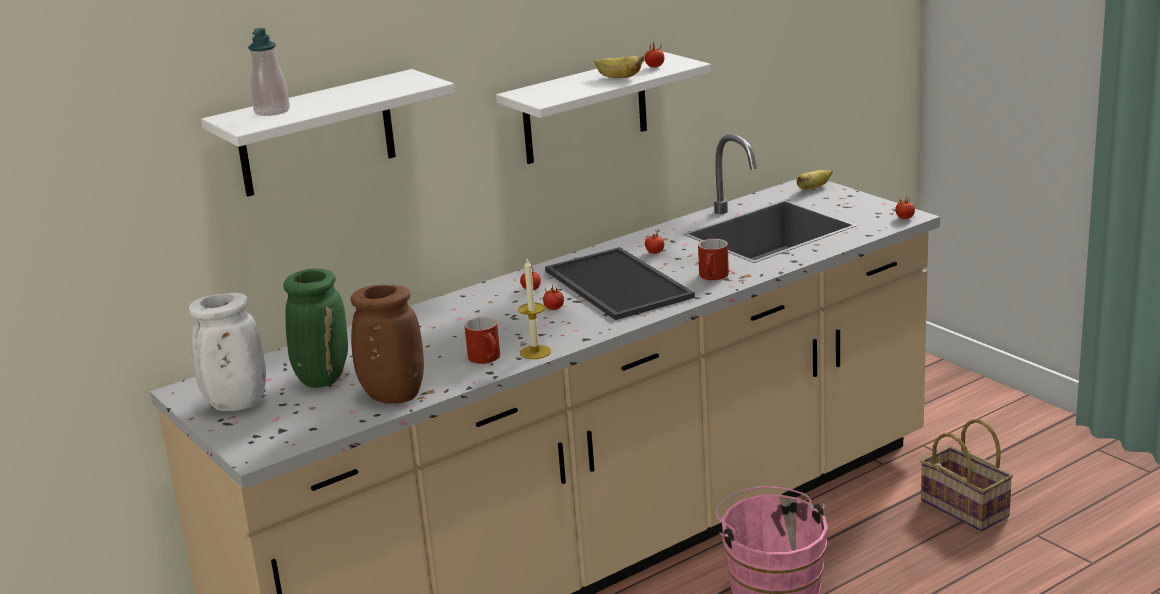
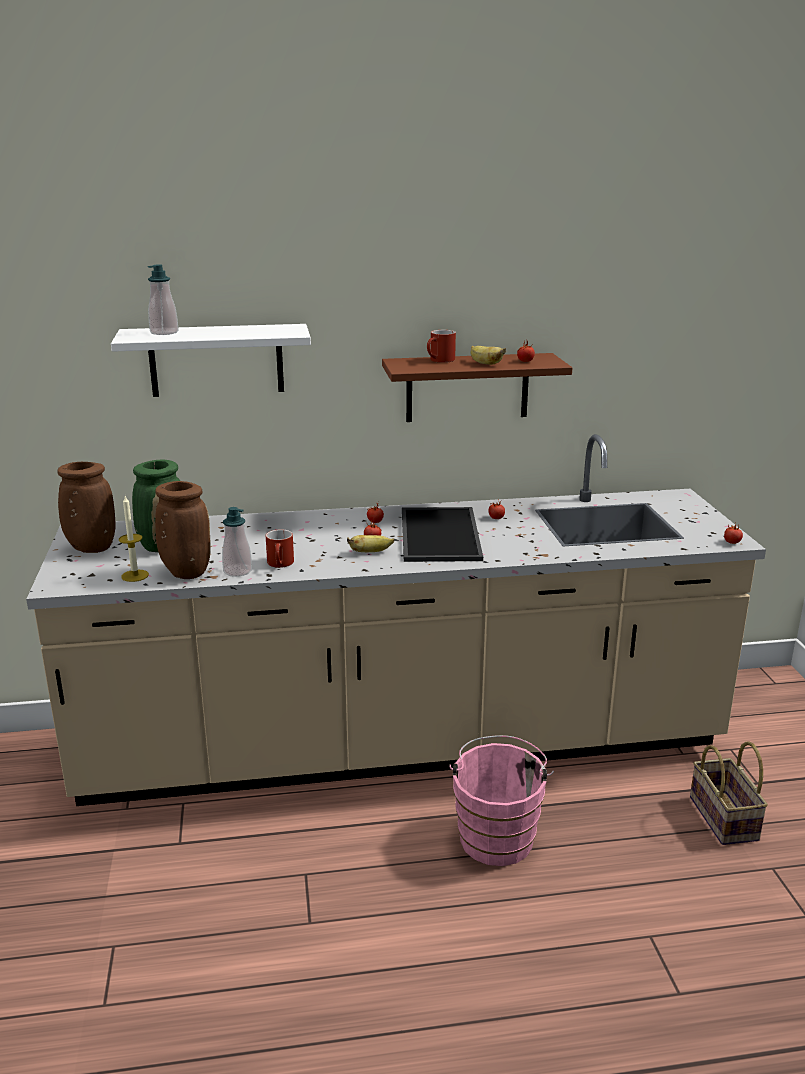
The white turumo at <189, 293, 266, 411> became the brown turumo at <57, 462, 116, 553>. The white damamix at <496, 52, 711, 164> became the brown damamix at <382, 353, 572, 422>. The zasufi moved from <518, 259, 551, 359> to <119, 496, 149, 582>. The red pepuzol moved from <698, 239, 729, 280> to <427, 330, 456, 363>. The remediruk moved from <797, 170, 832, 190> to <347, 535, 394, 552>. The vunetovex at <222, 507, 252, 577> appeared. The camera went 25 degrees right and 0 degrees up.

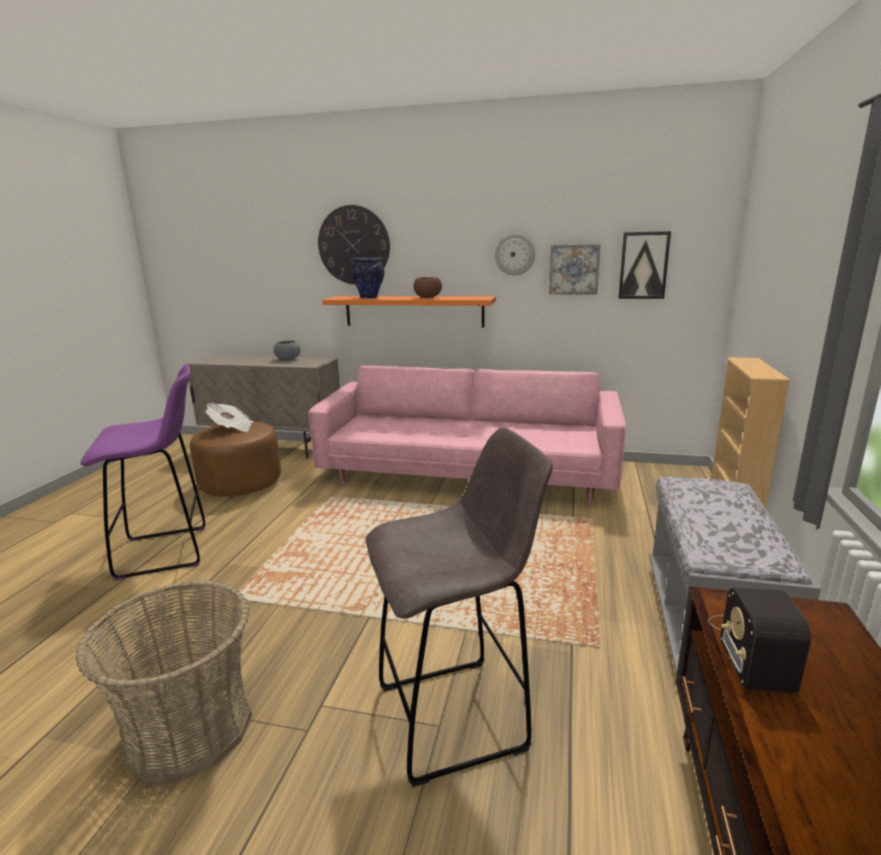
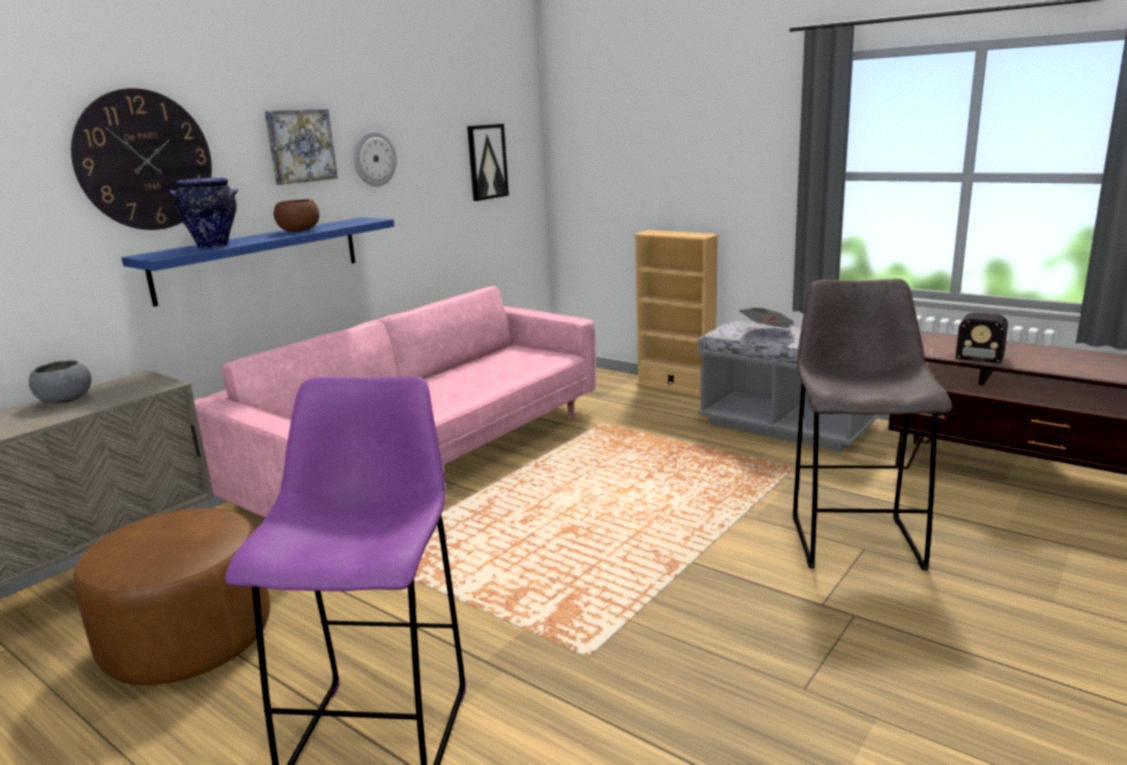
The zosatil at <76, 580, 252, 782> disappeared. The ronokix moved from <205, 403, 253, 432> to <739, 308, 795, 328>. The orange damamix at <322, 296, 496, 328> became the blue damamix at <122, 217, 394, 307>. The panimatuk moved from <549, 244, 600, 295> to <265, 109, 338, 185>. The camera went 65 degrees left and 0 degrees up.

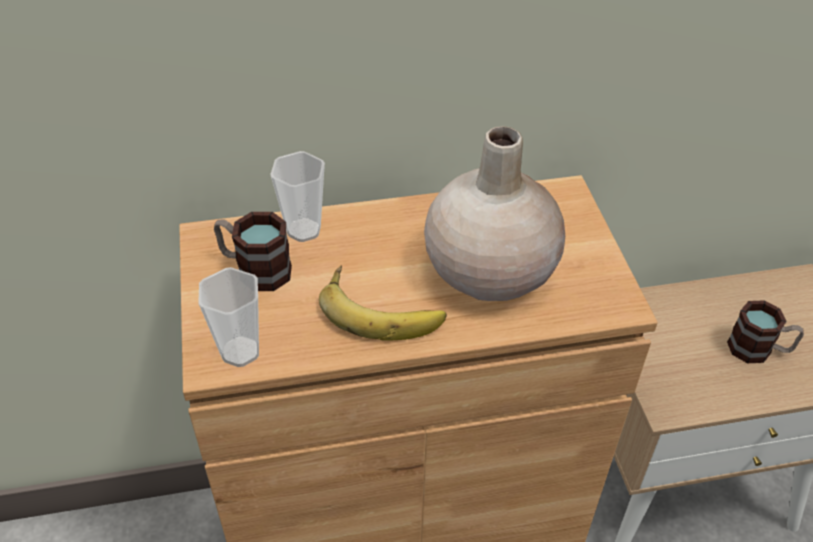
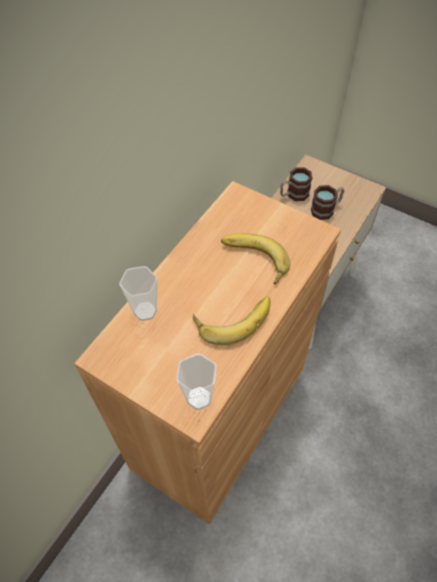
The pepuzol moved from <214, 212, 292, 291> to <280, 167, 312, 201>. The beige turumo at <424, 126, 565, 301> was replaced by the remediruk at <221, 233, 290, 284>. The camera went 45 degrees left and 10 degrees up.

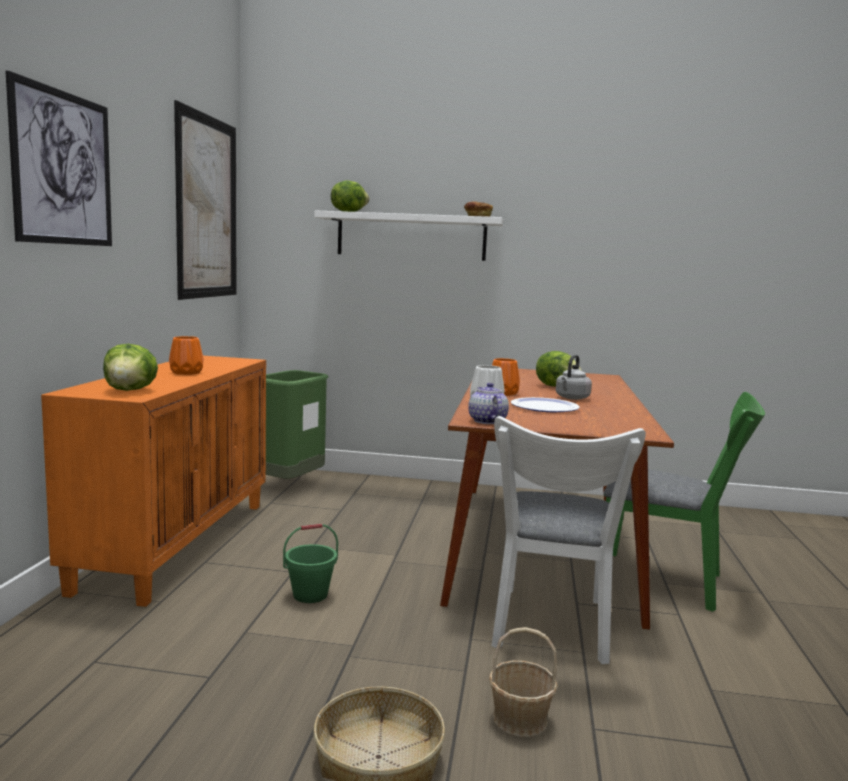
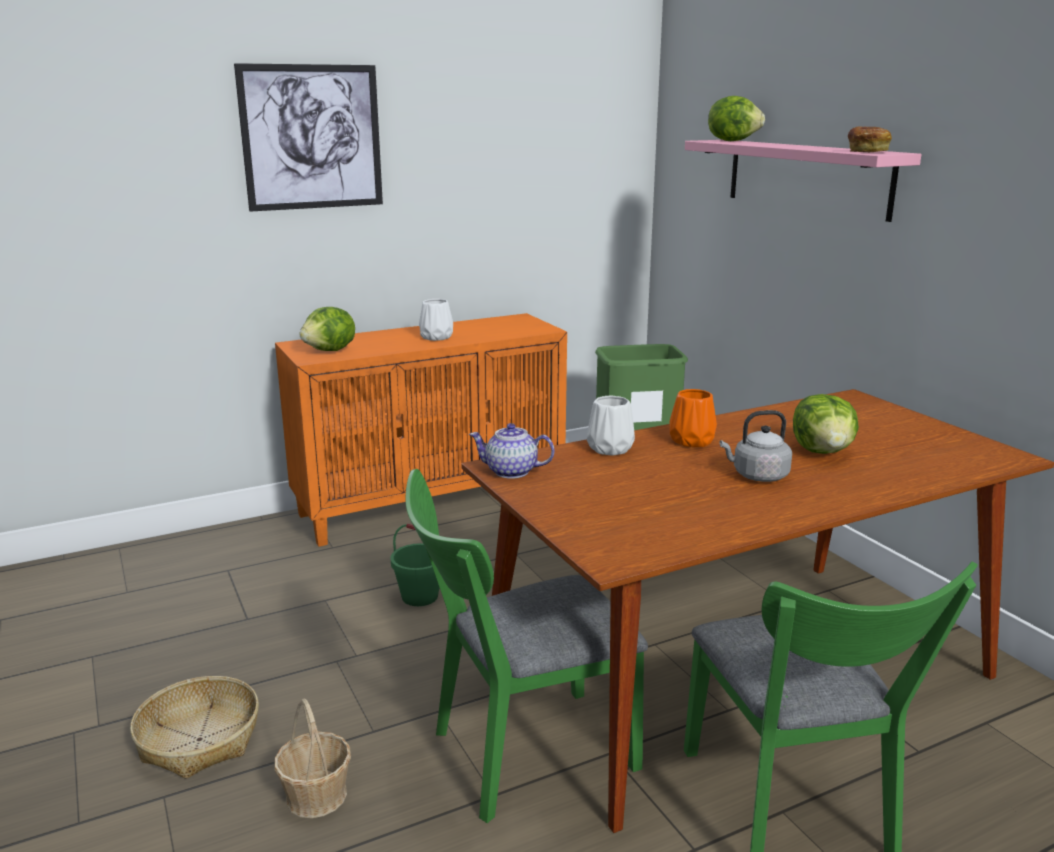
The orange turumo at <169, 336, 204, 375> became the white turumo at <419, 299, 453, 341>. The panimatuk at <174, 100, 236, 300> disappeared. The white damamix at <314, 210, 503, 261> became the pink damamix at <685, 140, 922, 222>. The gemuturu at <468, 383, 509, 424> turned 120 degrees counterclockwise. The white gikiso at <491, 416, 646, 664> became the green gikiso at <406, 469, 648, 823>. The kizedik at <511, 397, 580, 412> disappeared. The camera went 55 degrees right and 10 degrees up.

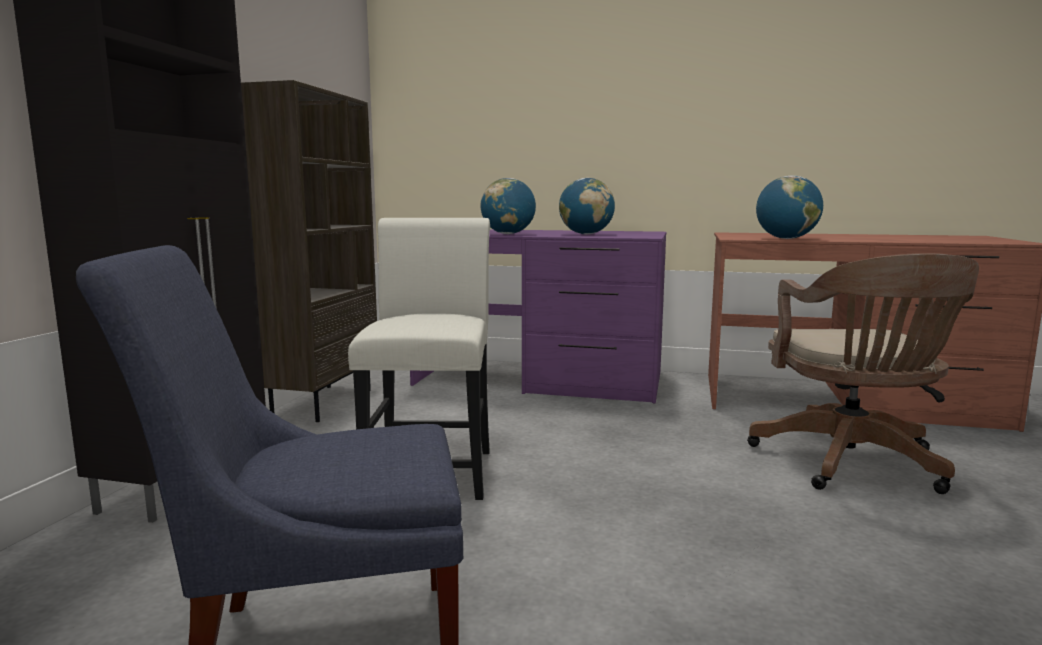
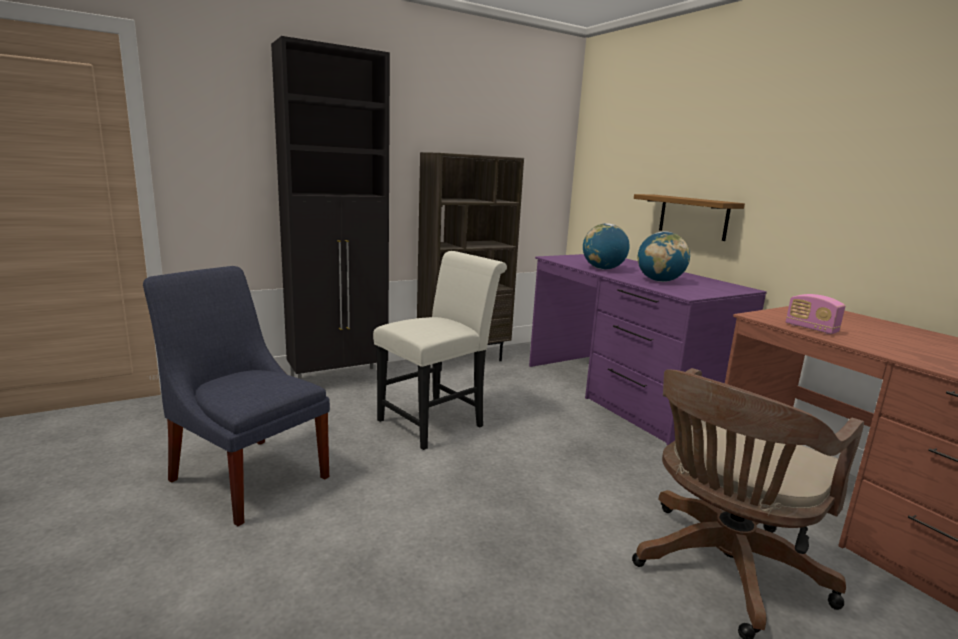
The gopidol at <756, 176, 823, 239> was replaced by the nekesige at <786, 294, 845, 334>. The damamix at <634, 194, 745, 241> appeared. The camera went 45 degrees right and 5 degrees up.

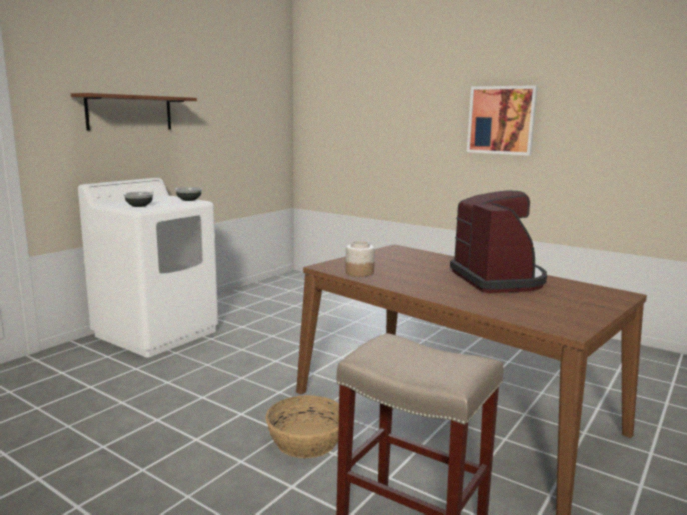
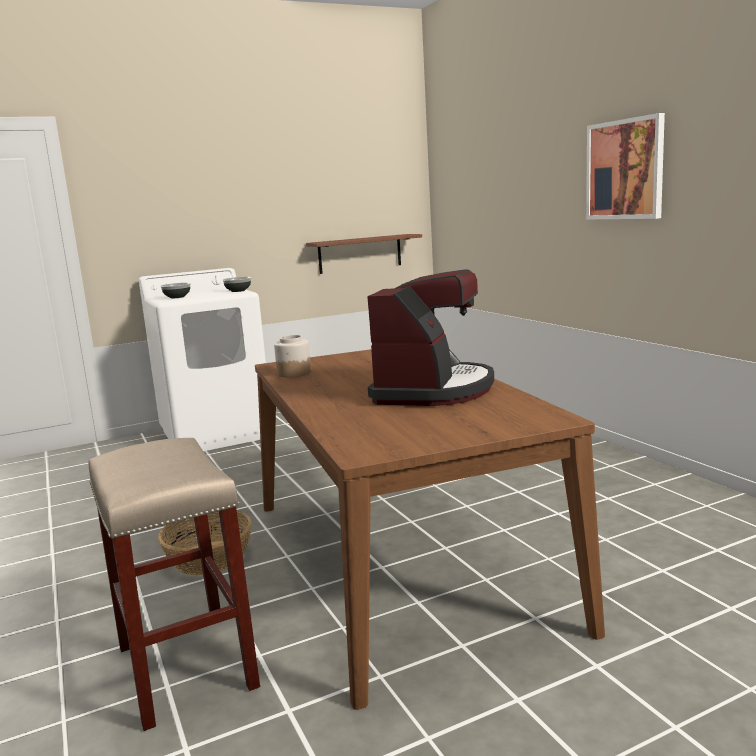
The brown damamix moved from <71, 93, 197, 130> to <306, 234, 422, 274>. The camera went 30 degrees right and 0 degrees up.

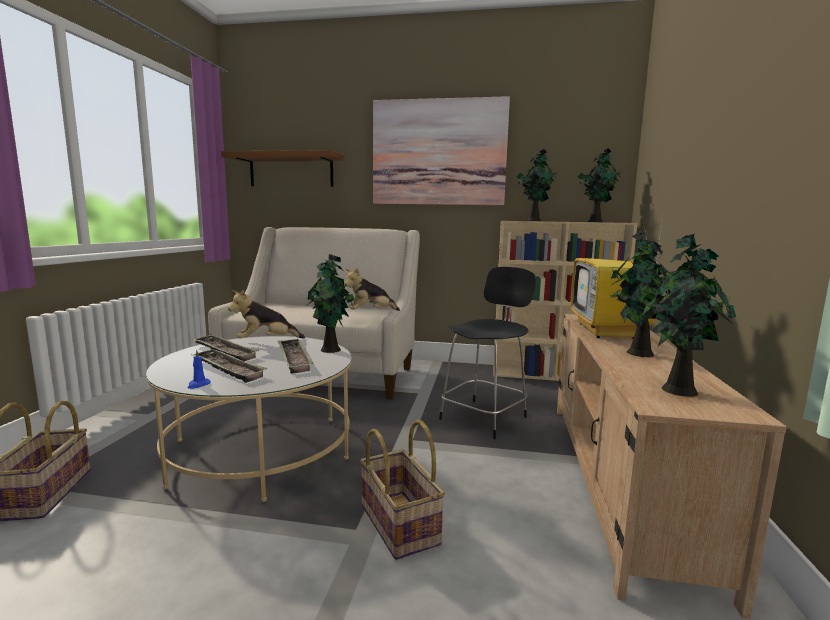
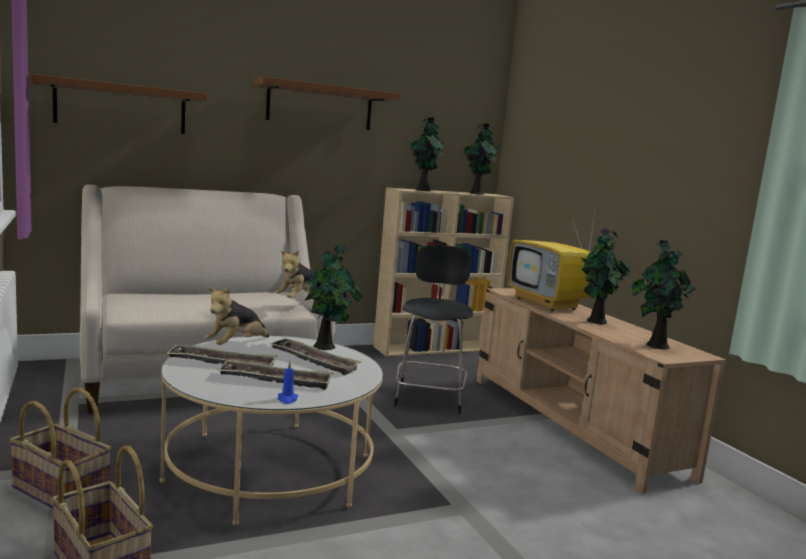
The zosatil moved from <360, 420, 445, 560> to <9, 387, 112, 509>. The panimatuk at <373, 96, 510, 205> was replaced by the brown damamix at <253, 76, 400, 130>. The camera went 35 degrees left and 0 degrees up.

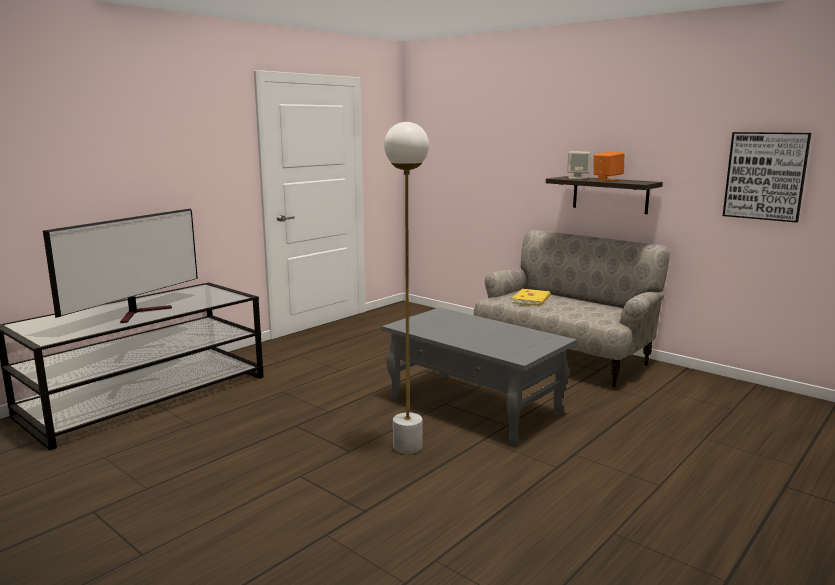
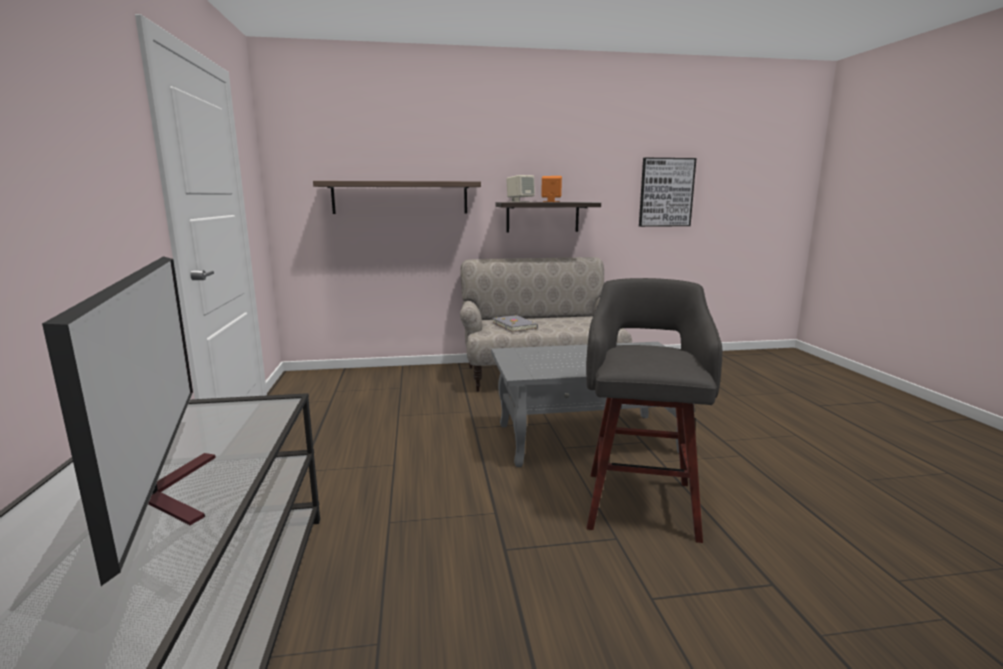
The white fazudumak at <384, 122, 429, 454> was replaced by the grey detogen at <586, 278, 723, 543>. The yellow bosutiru at <511, 289, 550, 307> became the grey bosutiru at <492, 315, 538, 332>. The damamix at <313, 181, 481, 214> appeared. The camera went 50 degrees left and 0 degrees up.

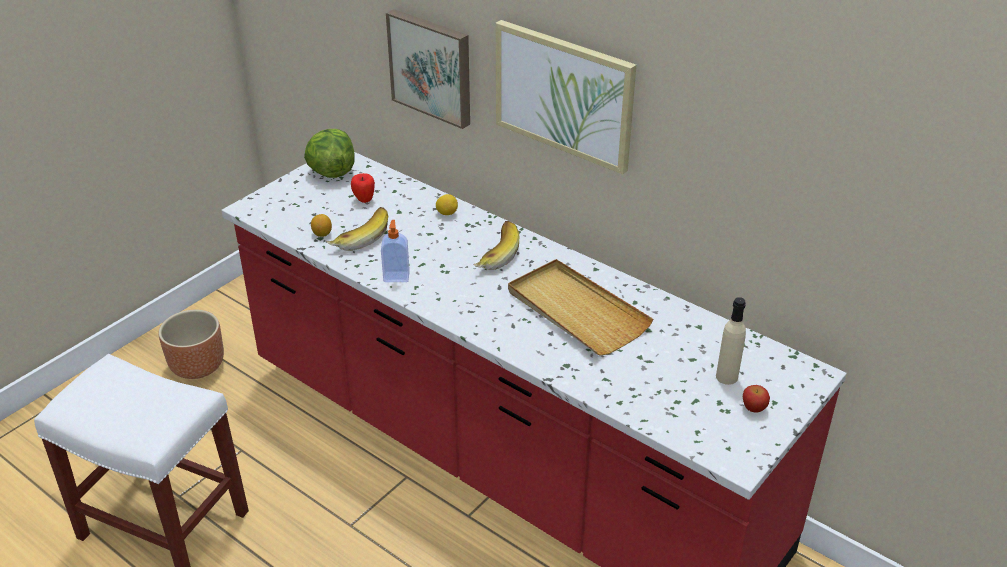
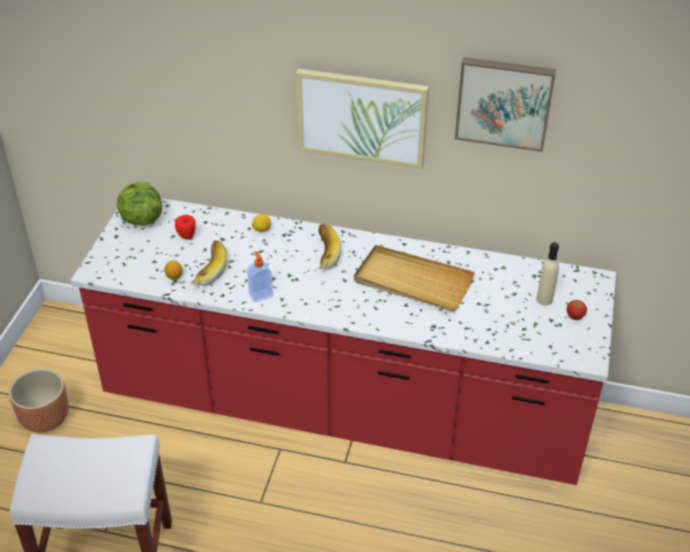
The panimatuk moved from <386, 9, 470, 129> to <455, 57, 556, 152>. The camera went 25 degrees left and 5 degrees up.

